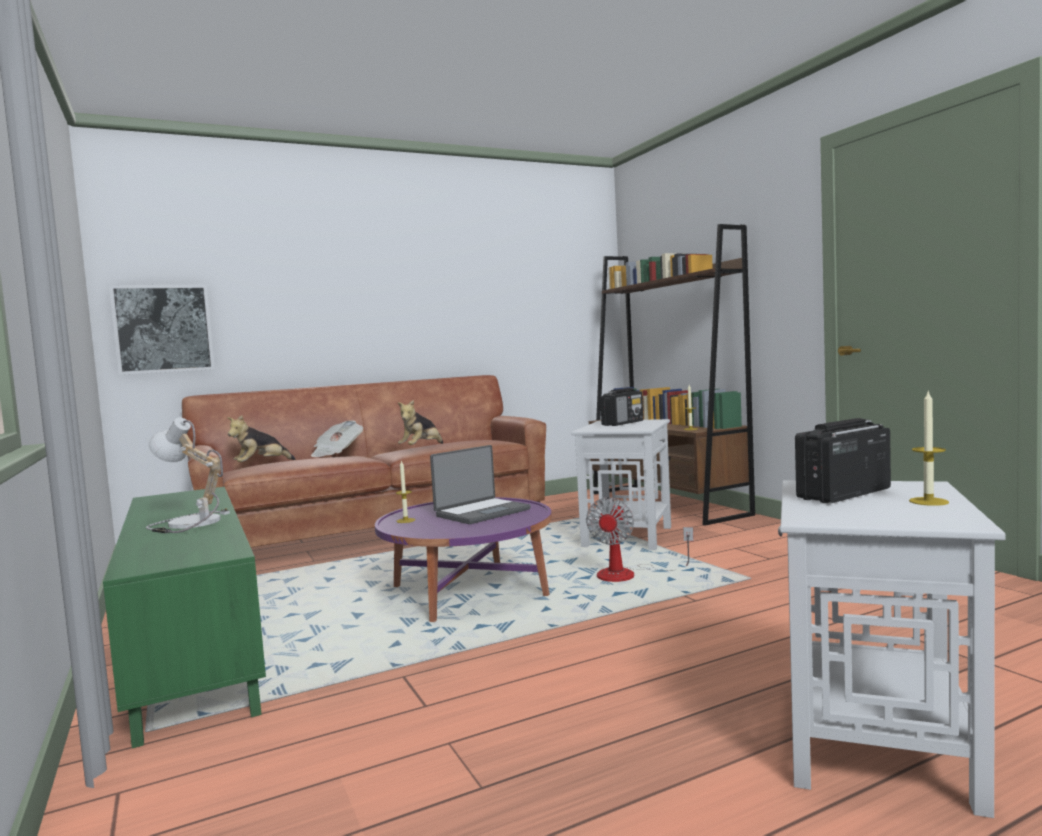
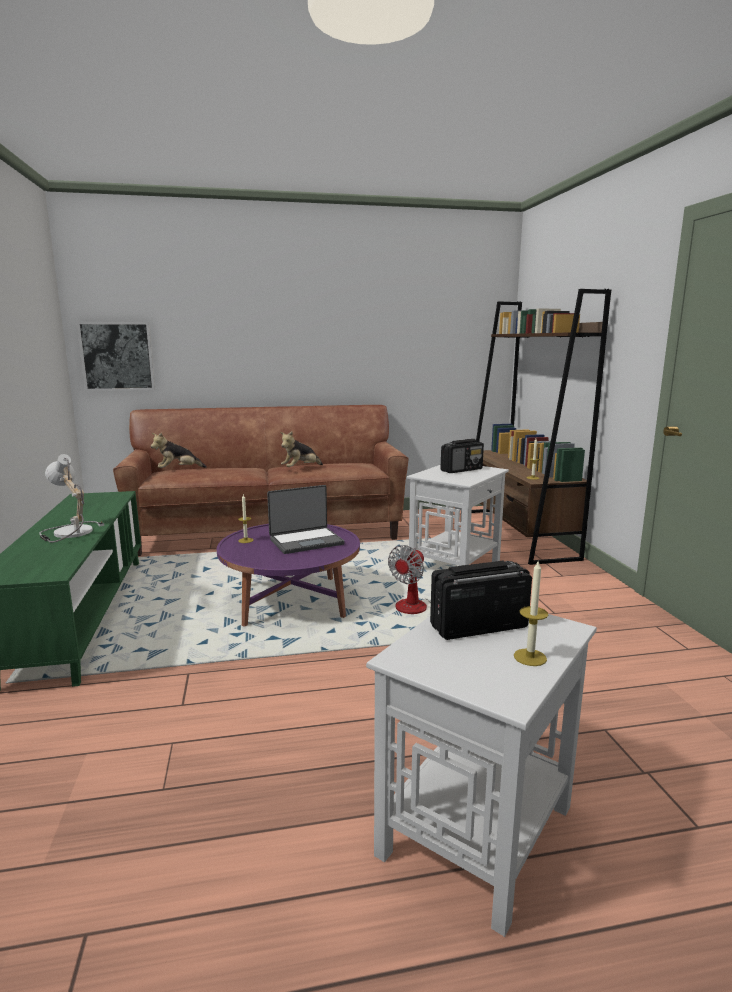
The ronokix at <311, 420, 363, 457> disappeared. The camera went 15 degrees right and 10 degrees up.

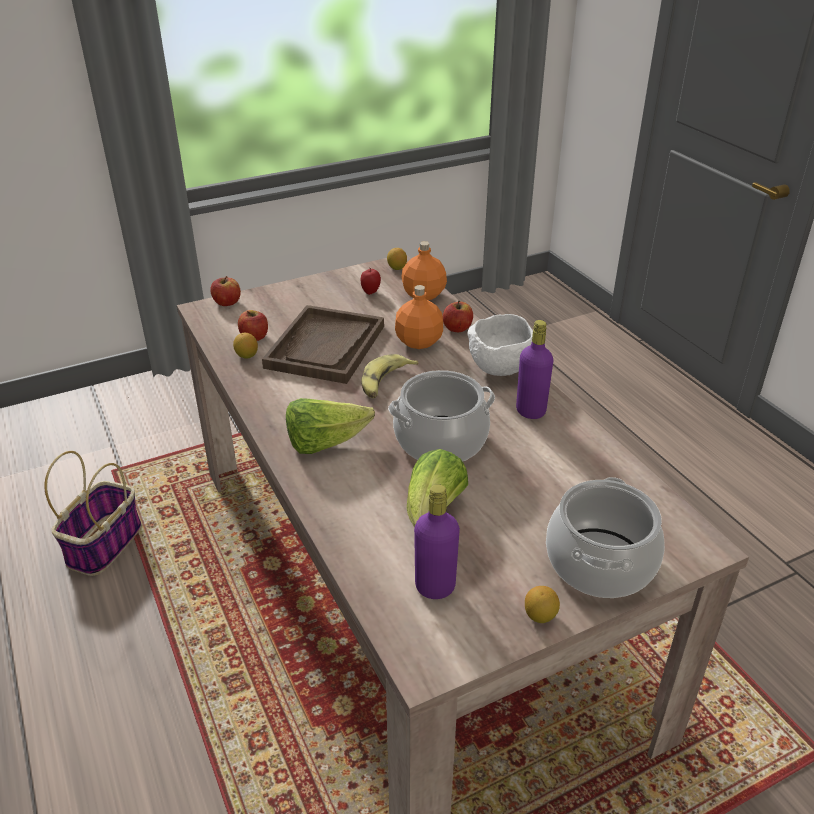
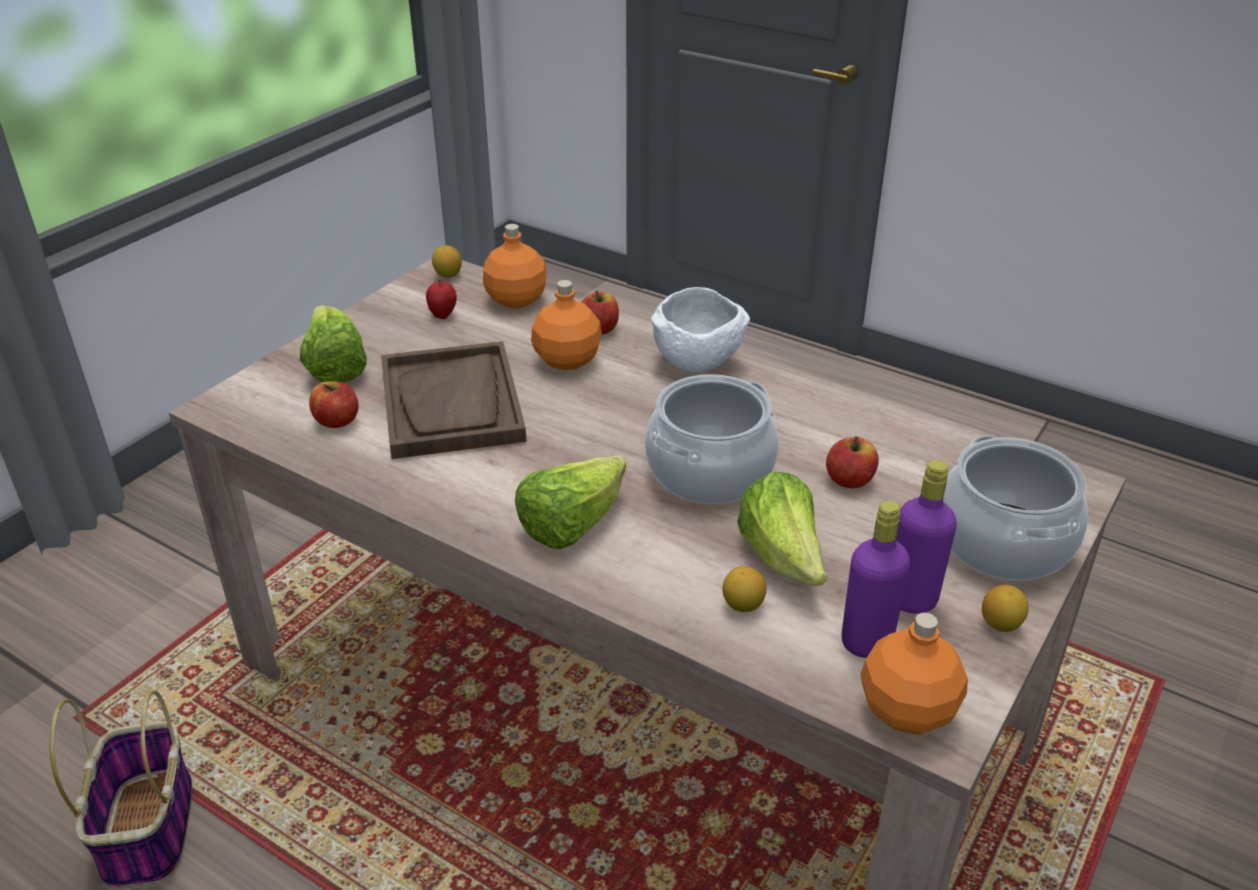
The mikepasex moved from <210, 276, 241, 306> to <826, 436, 879, 488>. The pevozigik moved from <233, 333, 258, 359> to <722, 566, 767, 612>. The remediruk at <361, 354, 419, 398> disappeared. The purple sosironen moved from <516, 320, 553, 419> to <896, 460, 957, 614>. The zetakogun at <300, 305, 367, 383> appeared. The orange sosironen at <861, 612, 968, 735> appeared. The camera went 30 degrees left and 0 degrees up.

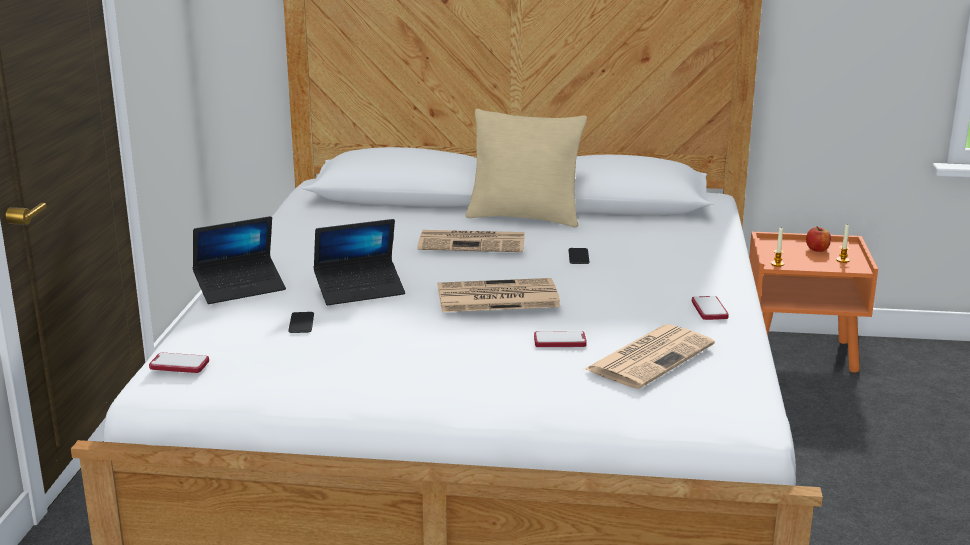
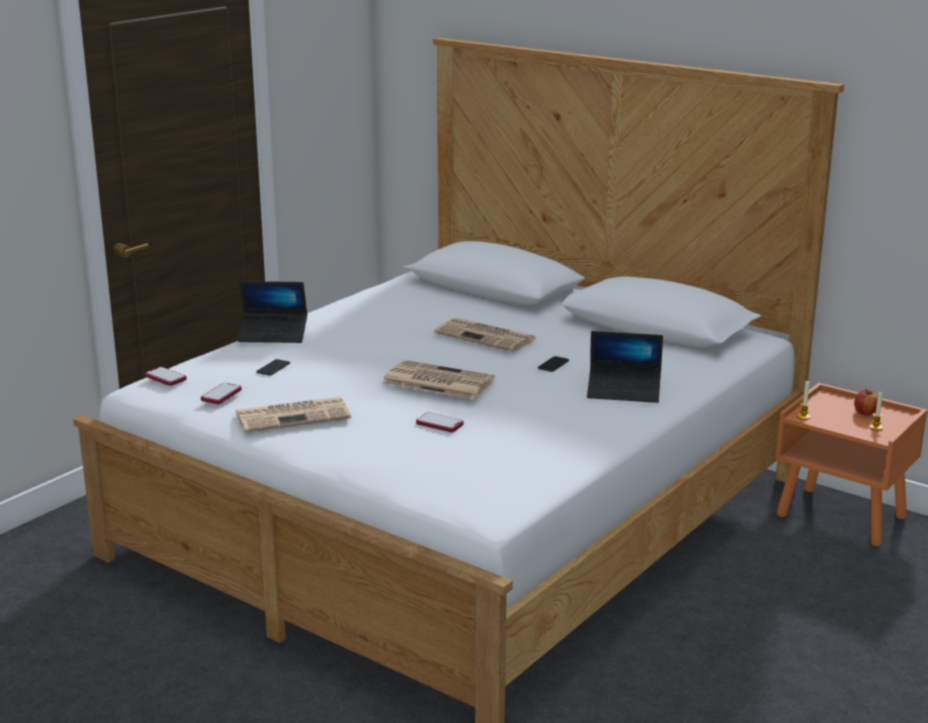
The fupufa moved from <314, 219, 405, 305> to <587, 331, 663, 403>. The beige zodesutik at <466, 109, 587, 227> disappeared. The ronokix moved from <585, 324, 715, 389> to <236, 397, 351, 432>. The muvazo moved from <692, 296, 729, 320> to <201, 383, 242, 404>. The camera went 30 degrees right and 0 degrees up.

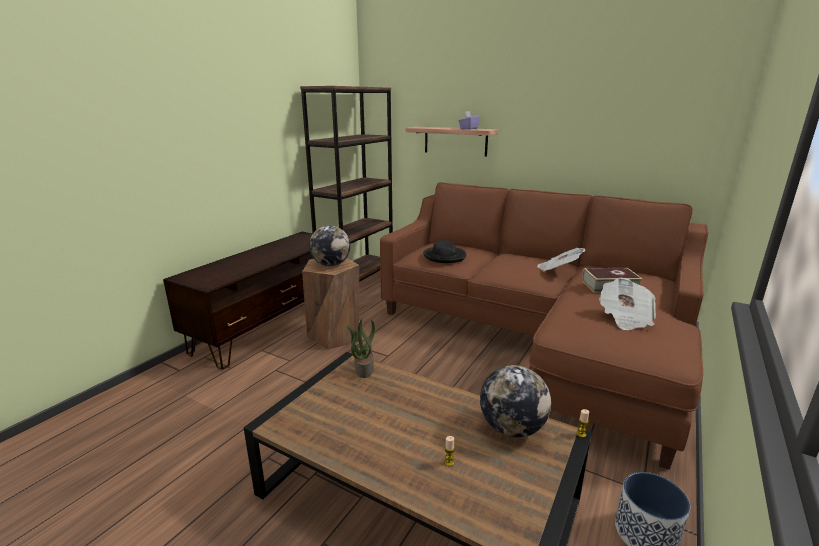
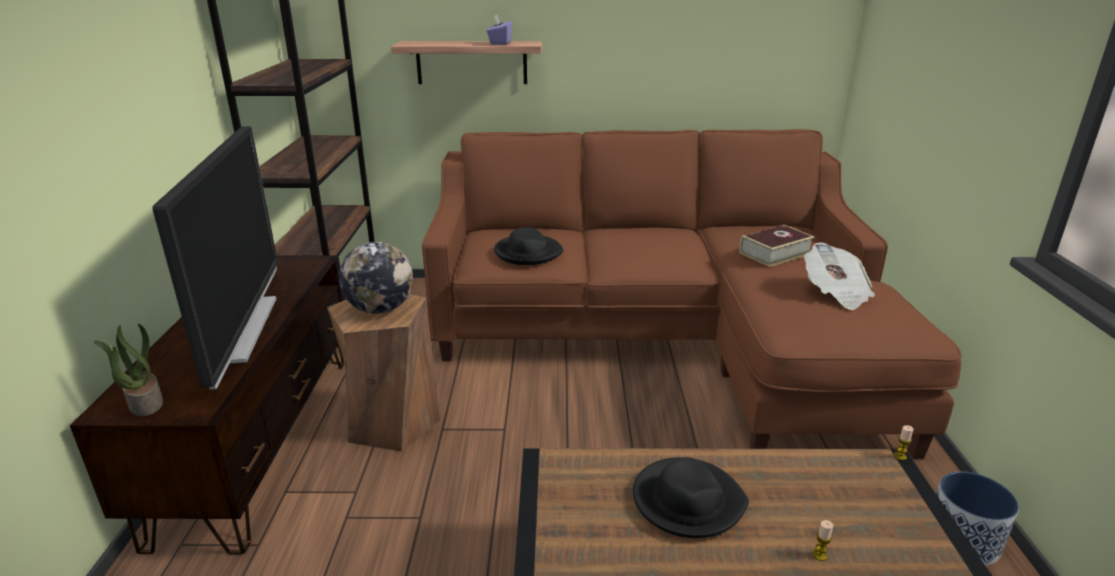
The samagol moved from <346, 319, 375, 378> to <93, 324, 163, 416>. The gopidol at <480, 365, 551, 438> disappeared. The ronokix at <537, 248, 585, 272> disappeared. The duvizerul at <152, 126, 278, 390> appeared. The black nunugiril at <633, 457, 749, 538> appeared. The camera went 30 degrees left and 5 degrees up.

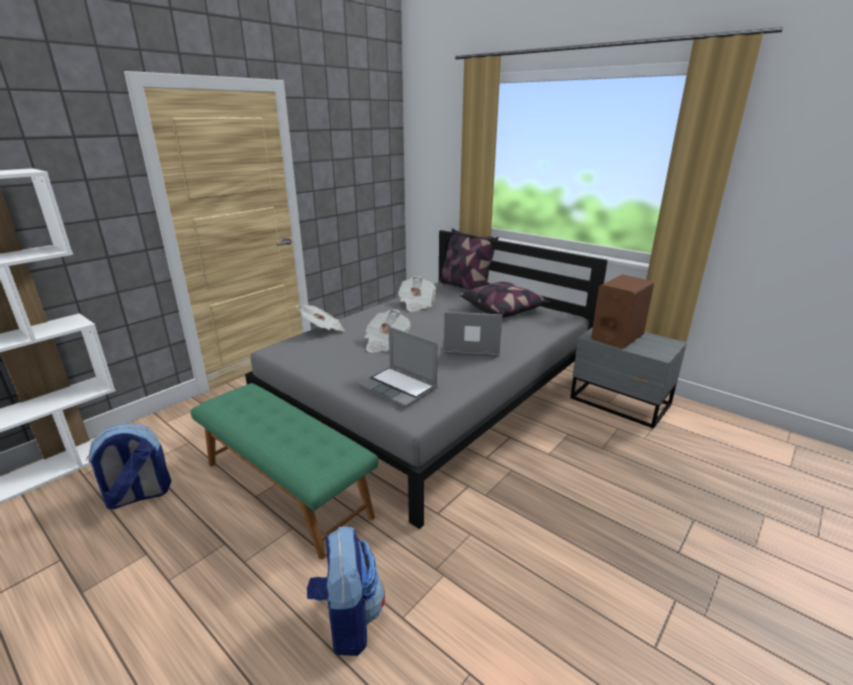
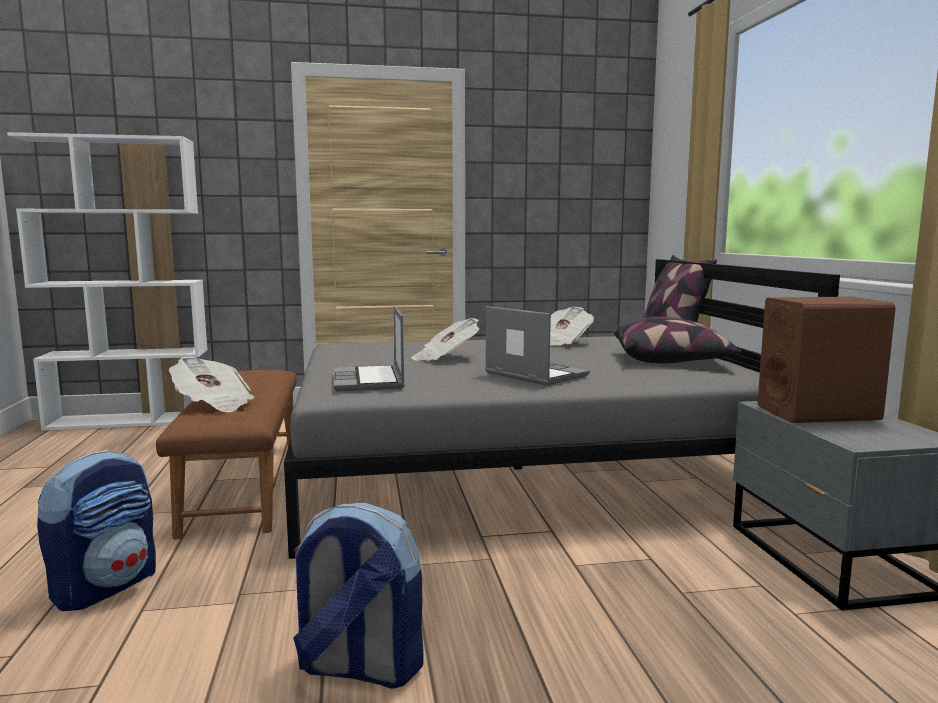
The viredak moved from <86, 424, 171, 509> to <293, 502, 424, 688>. The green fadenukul at <191, 383, 378, 559> became the brown fadenukul at <156, 370, 297, 539>. The ronokix moved from <296, 305, 345, 331> to <169, 357, 254, 412>. The camera went 40 degrees right and 15 degrees down.

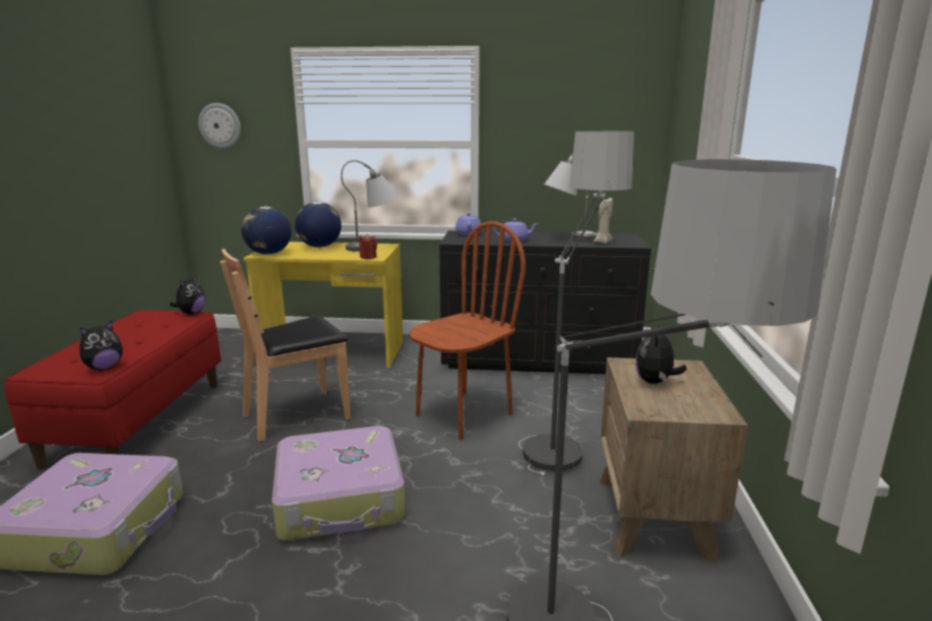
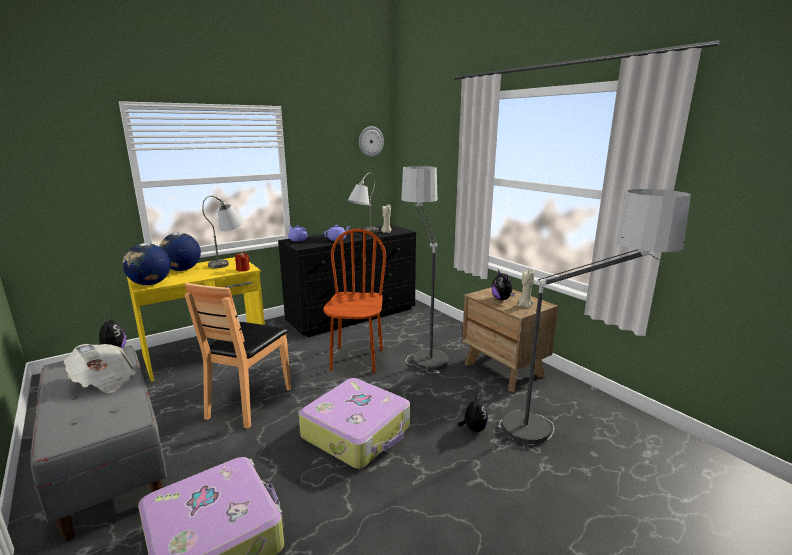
The red fadenukul at <4, 310, 221, 470> became the grey fadenukul at <30, 346, 167, 541>. The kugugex moved from <80, 320, 123, 370> to <458, 394, 488, 432>. The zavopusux moved from <198, 103, 241, 148> to <359, 126, 384, 157>. The ronokix at <64, 344, 136, 393> appeared. The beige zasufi at <518, 269, 535, 308> appeared. The camera went 40 degrees left and 0 degrees up.

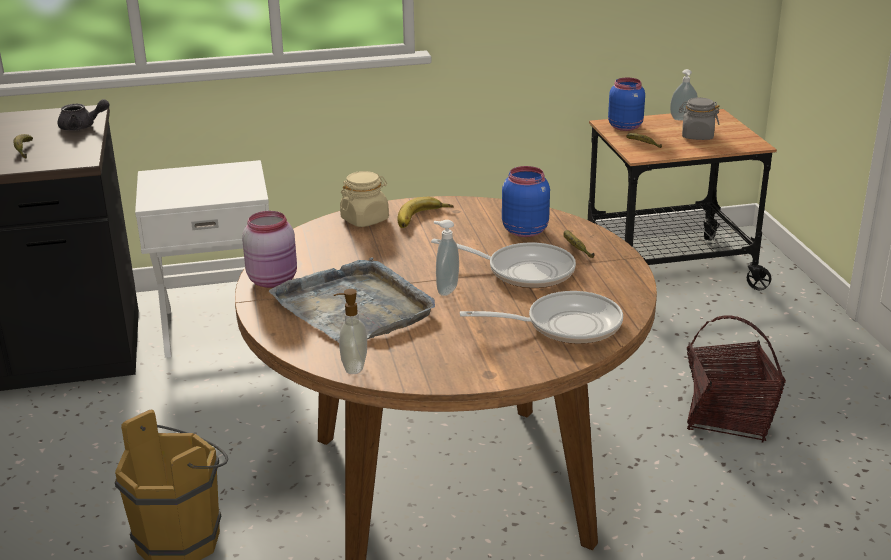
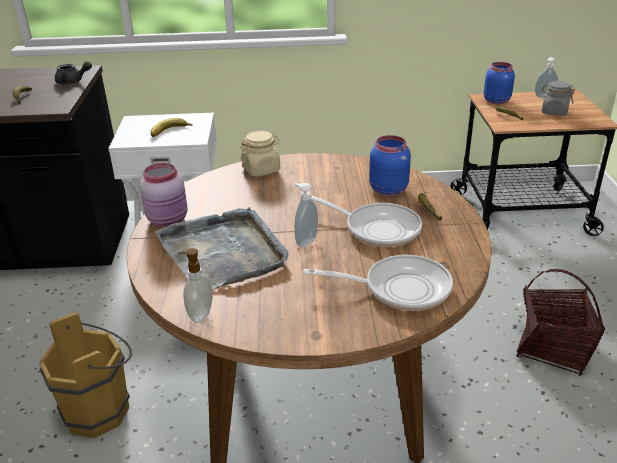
The remediruk moved from <397, 197, 453, 228> to <151, 118, 192, 137>. The camera went 10 degrees right and 5 degrees up.

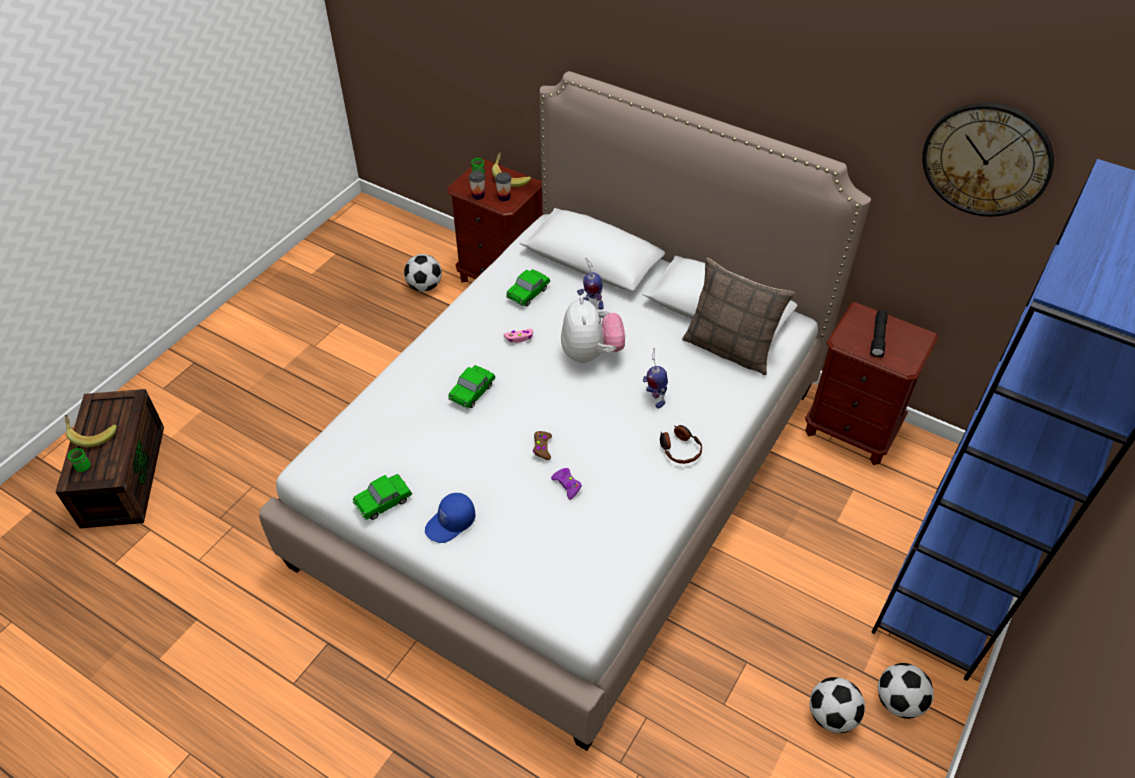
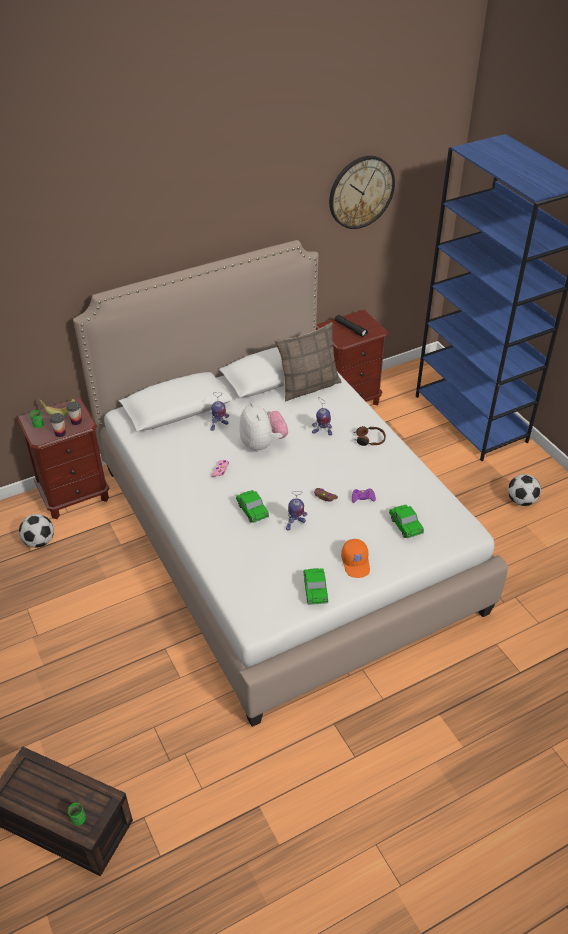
The remediruk at <65, 415, 117, 447> disappeared. The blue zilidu at <425, 493, 476, 543> became the orange zilidu at <341, 539, 370, 578>. The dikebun moved from <506, 269, 550, 306> to <389, 505, 424, 538>. The kugugex at <561, 297, 625, 363> turned 45 degrees clockwise. The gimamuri at <878, 663, 934, 719> disappeared. The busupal at <286, 491, 307, 531> appeared. The camera went 60 degrees left and 5 degrees down.

